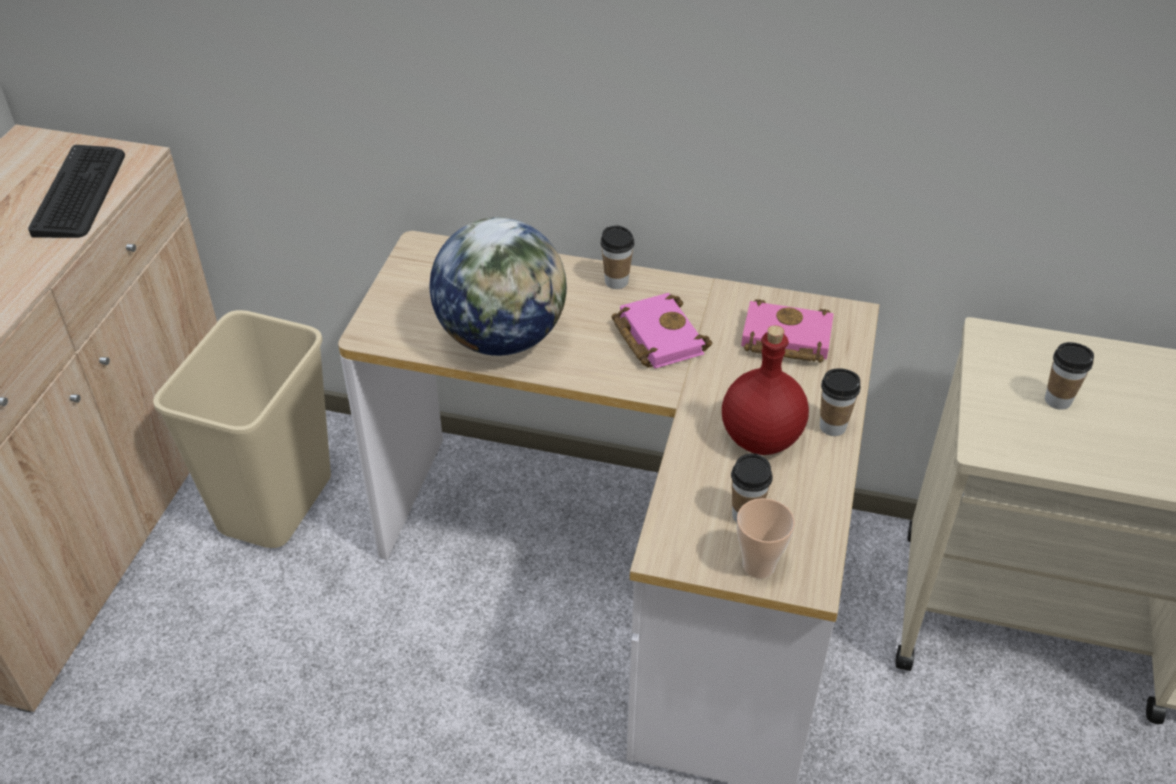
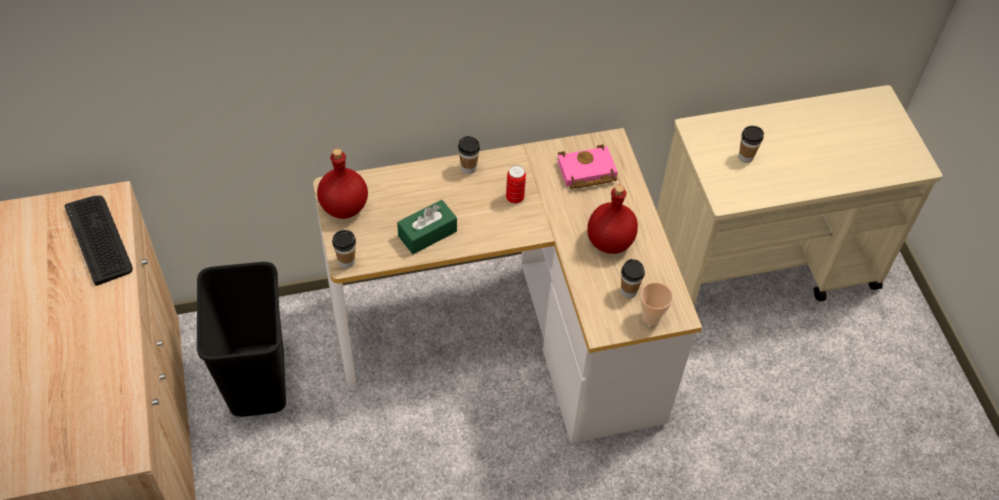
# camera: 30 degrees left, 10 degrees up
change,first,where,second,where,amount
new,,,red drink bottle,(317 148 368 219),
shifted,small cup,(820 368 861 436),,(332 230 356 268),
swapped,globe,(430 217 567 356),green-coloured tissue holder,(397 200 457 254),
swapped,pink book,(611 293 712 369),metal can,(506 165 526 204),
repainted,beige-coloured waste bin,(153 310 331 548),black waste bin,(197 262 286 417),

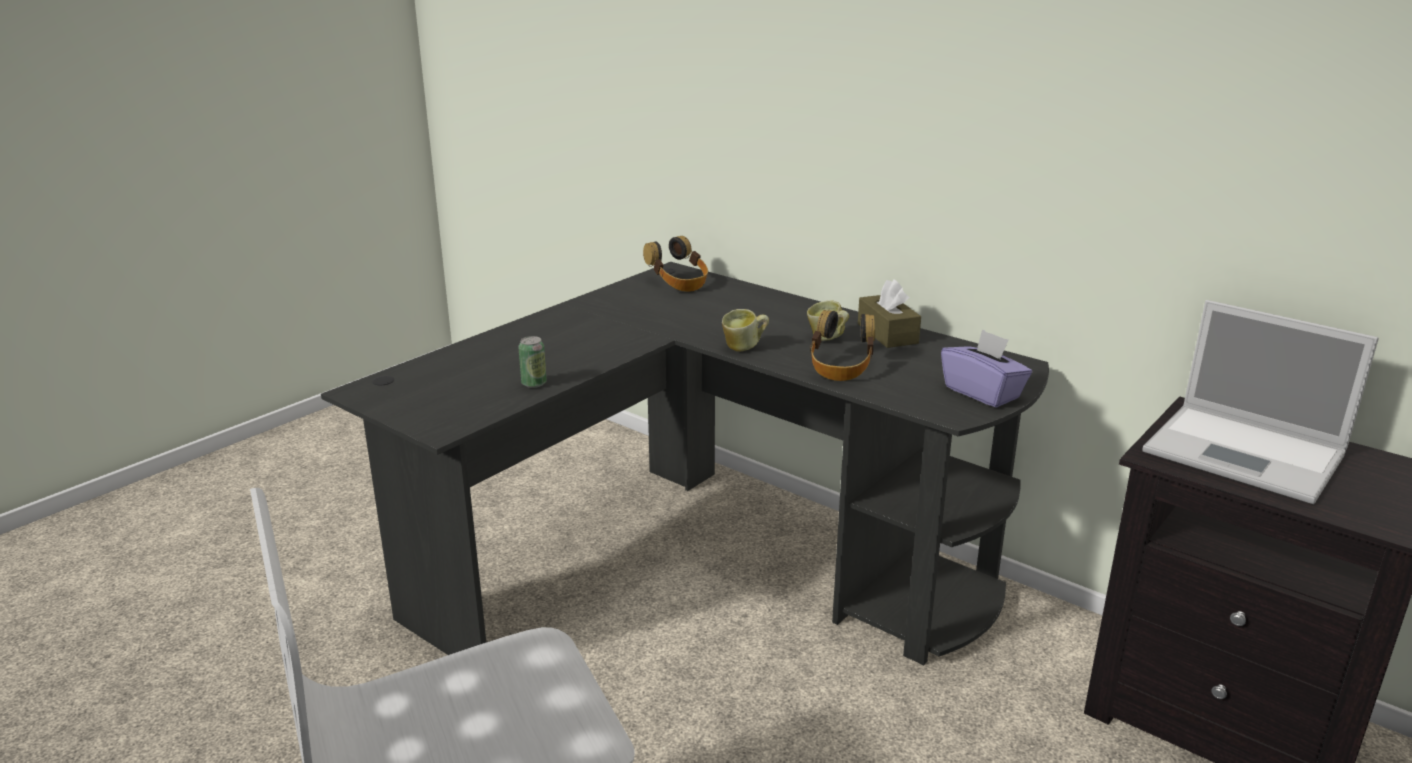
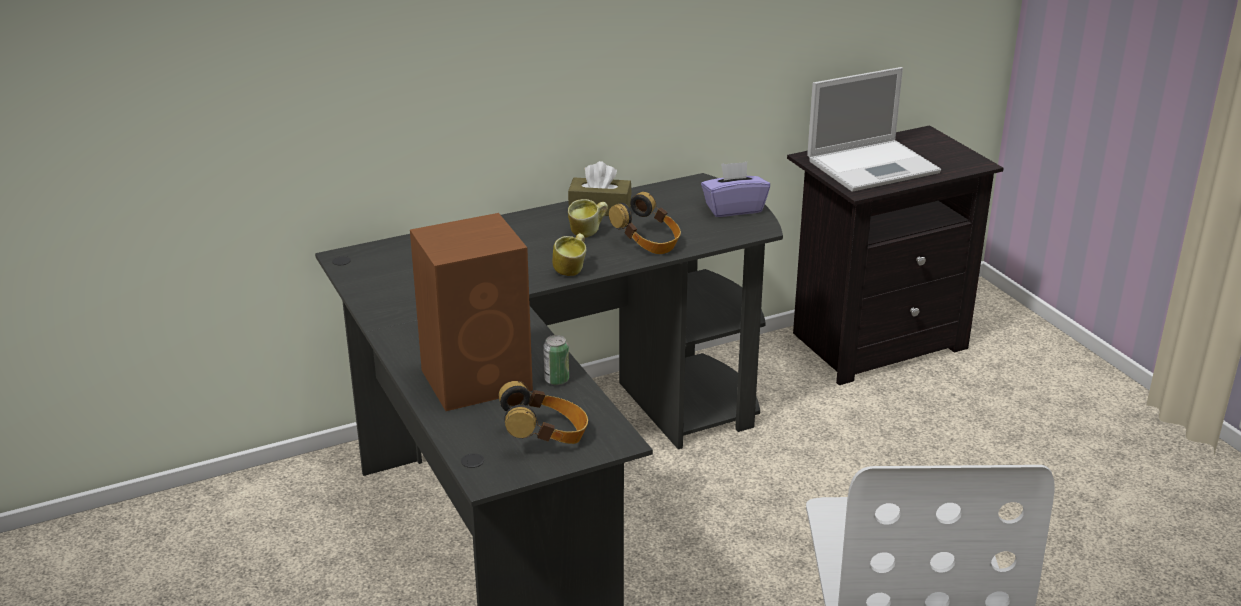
# camera: 65 degrees left, 5 degrees up
change,first,where,second,where,amount
new,,,brown-coloured audio speaker,(410 213 533 411),
shifted,pair of headphones,(643 236 708 292),,(499 381 588 444),

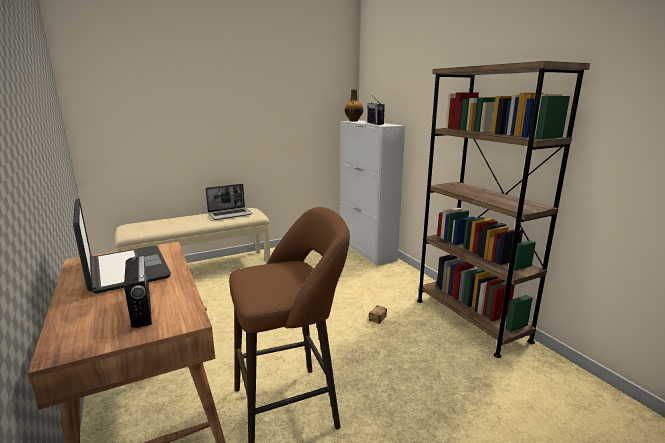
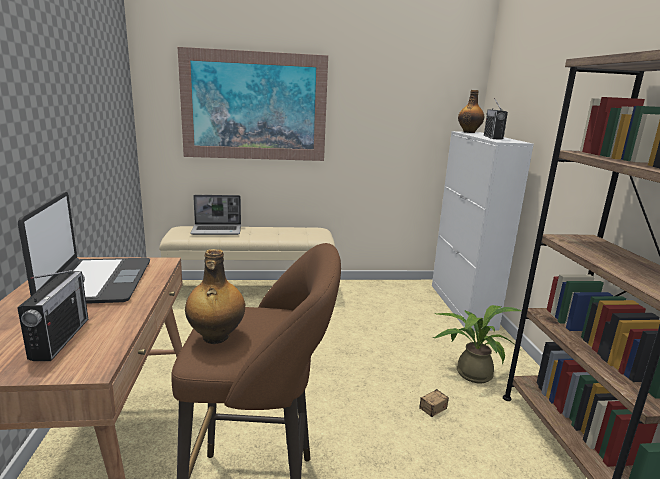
# camera: 20 degrees right, 0 degrees up
change,first,where,second,where,amount
new,,,wall picture,(178 47 328 161),
new,,,drink bottle,(185 249 245 344),
new,,,houseplant,(433 305 521 383),
shifted,notebook computer,(205 184 253 220),,(190 195 241 235),

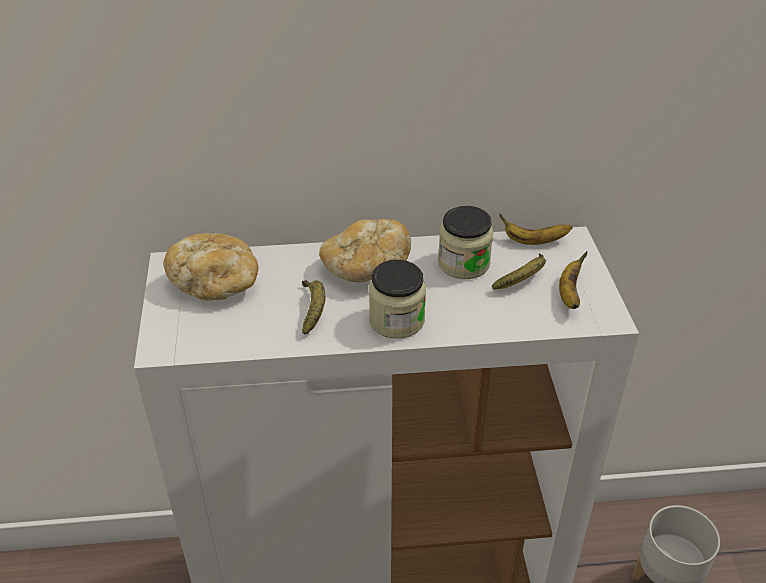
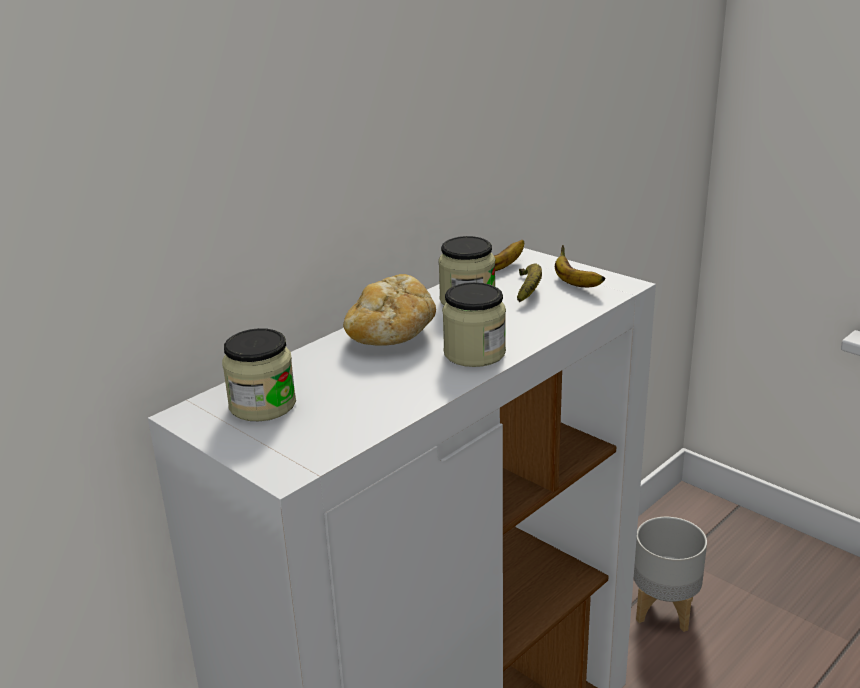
# camera: 40 degrees left, 15 degrees down
change,first,where,second,where,amount
gone,banana,(302 280 325 335),,,
swapped,bread,(163 233 258 300),storage jar,(222 328 296 421),

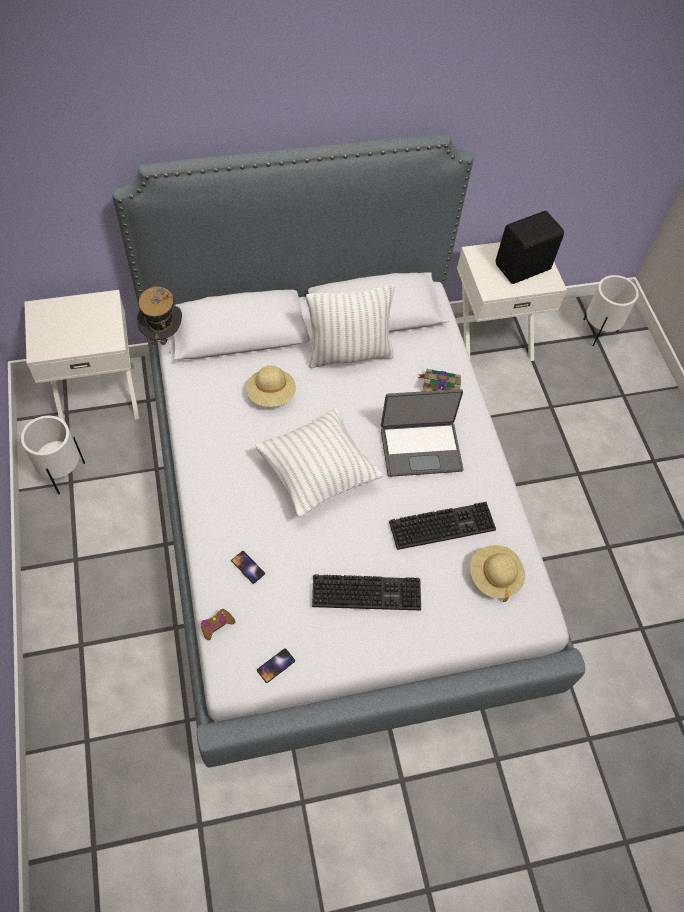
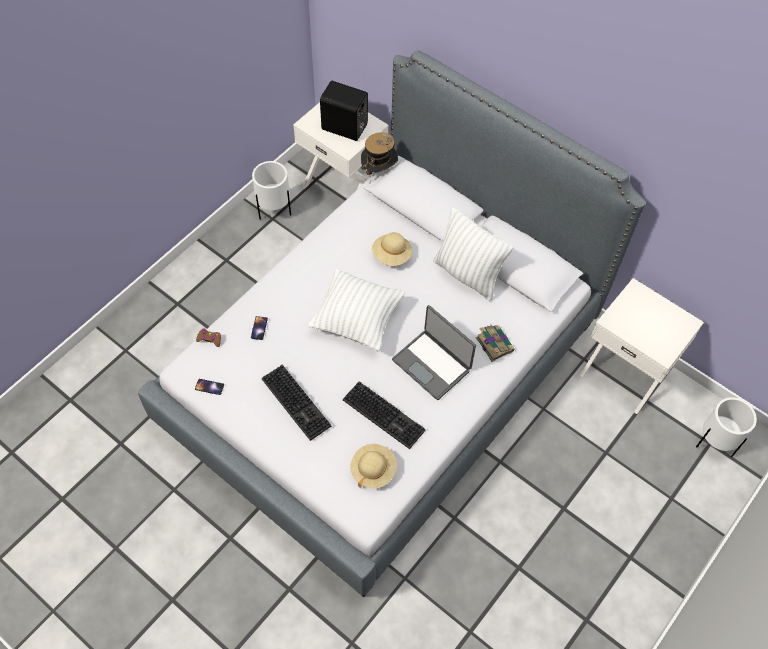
# camera: 55 degrees right, 0 degrees up
change,first,where,second,where,amount
shifted,black audio speaker,(496 211 564 284),,(320 81 368 141),

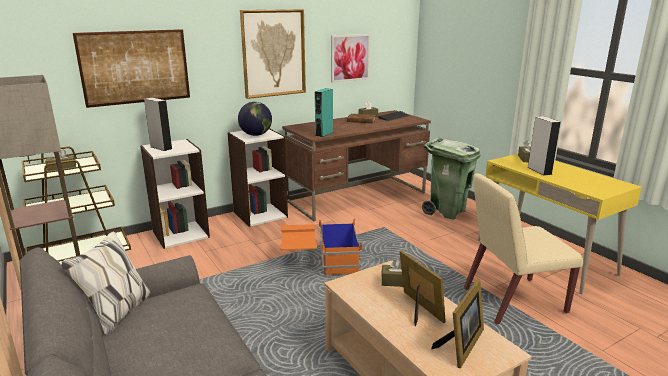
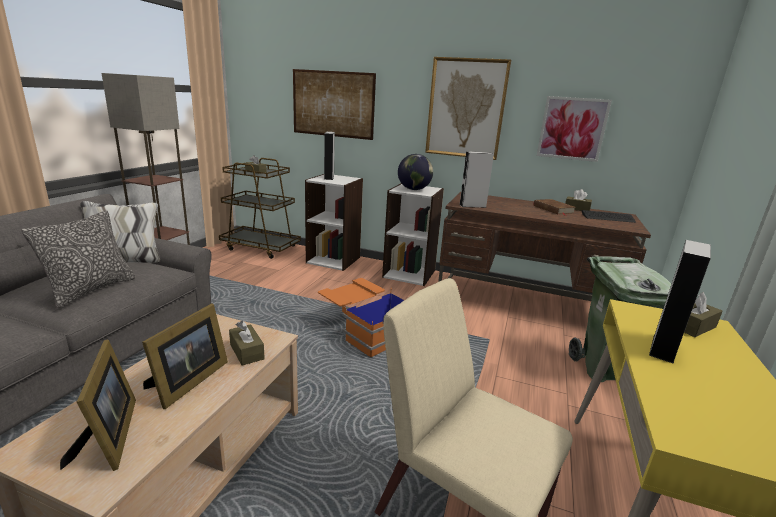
# camera: 50 degrees right, 0 degrees up
change,first,where,second,where,amount
new,,,cushion,(22 211 135 308),
repainted,turquoise-coloured audio speaker,(315 88 333 137),grey audio speaker,(459 151 494 208),
rotated,photo frame,(431 279 484 368),,(60 340 136 471),105 degrees counterclockwise

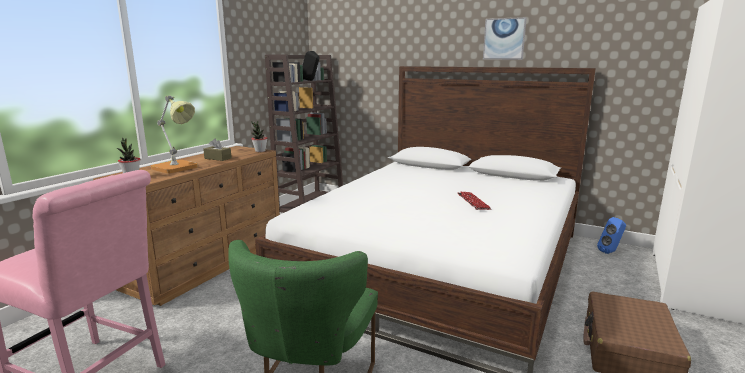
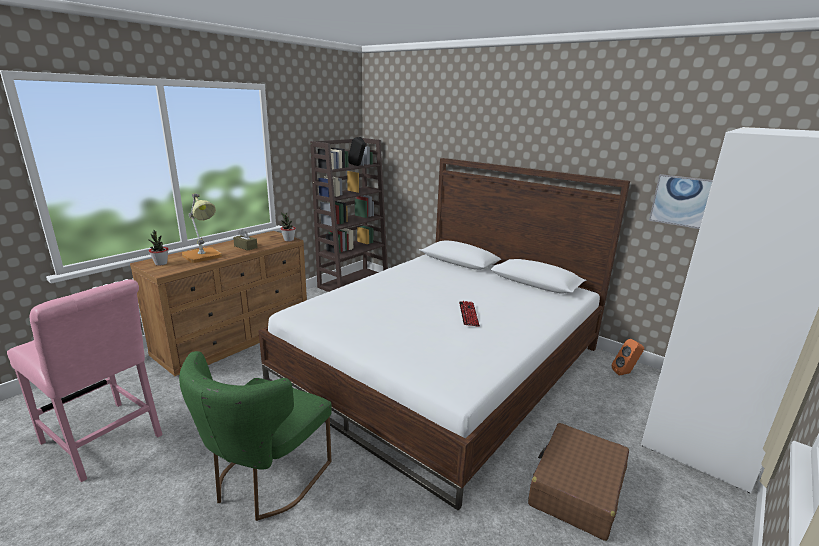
# camera: 10 degrees right, 5 degrees up
change,first,where,second,where,amount
shifted,wall picture,(483 17 527 60),,(649 174 713 229),
repainted,bluish audio speaker,(597 217 626 254),orange audio speaker,(612 339 644 376),

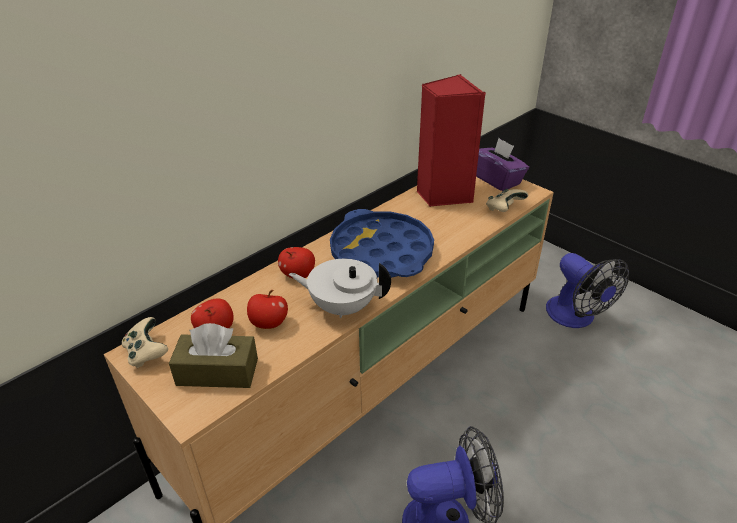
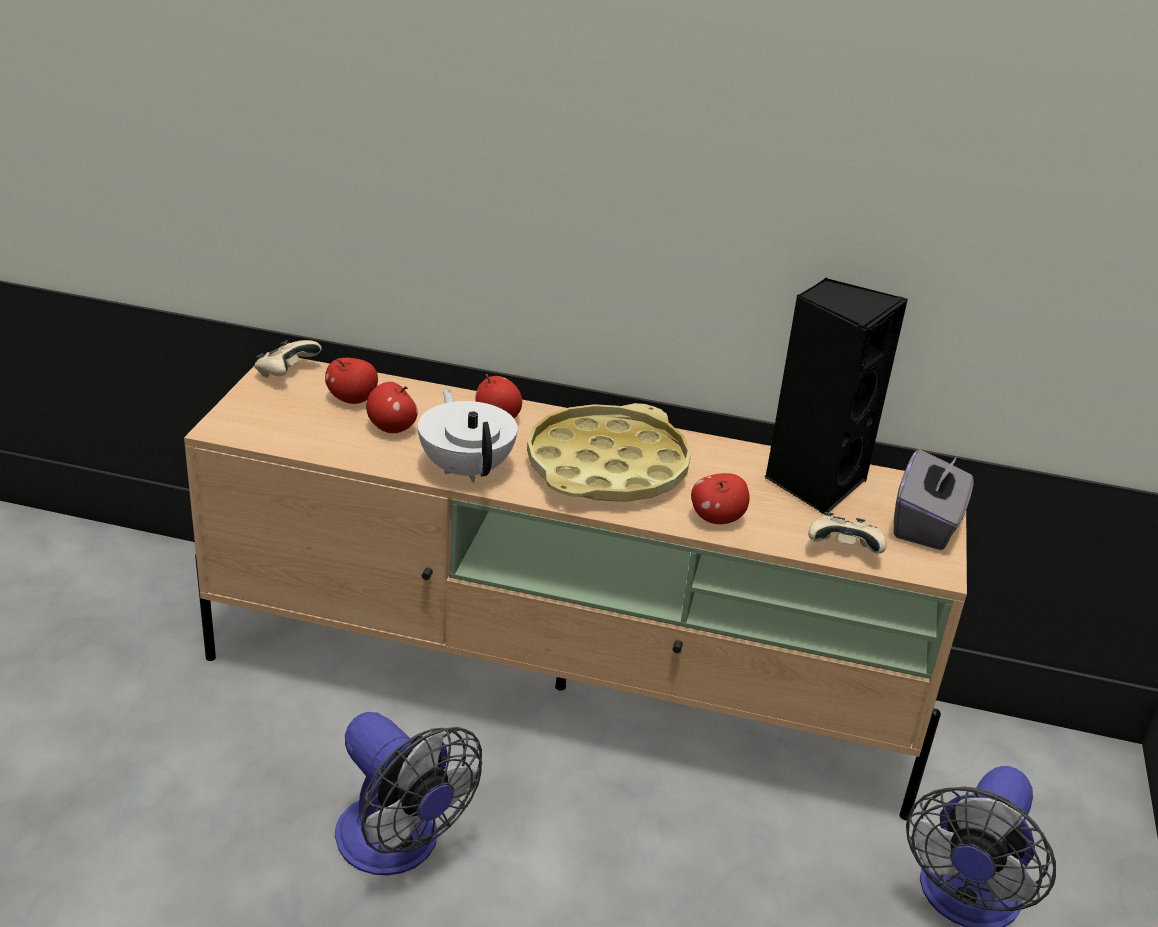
# camera: 55 degrees right, 5 degrees down
change,first,where,second,where,amount
gone,brown-coloured tissue holder,(169 323 258 388),,,
new,,,whole apple,(691 473 750 524),
repainted,bluish carrying tray,(330 209 434 278),yellow carrying tray,(527 403 691 502),
repainted,red audio speaker,(417 74 486 207),black audio speaker,(764 278 908 515),
repainted,purple-coloured tissue holder,(476 138 529 191),grey tissue holder,(894 449 974 550),

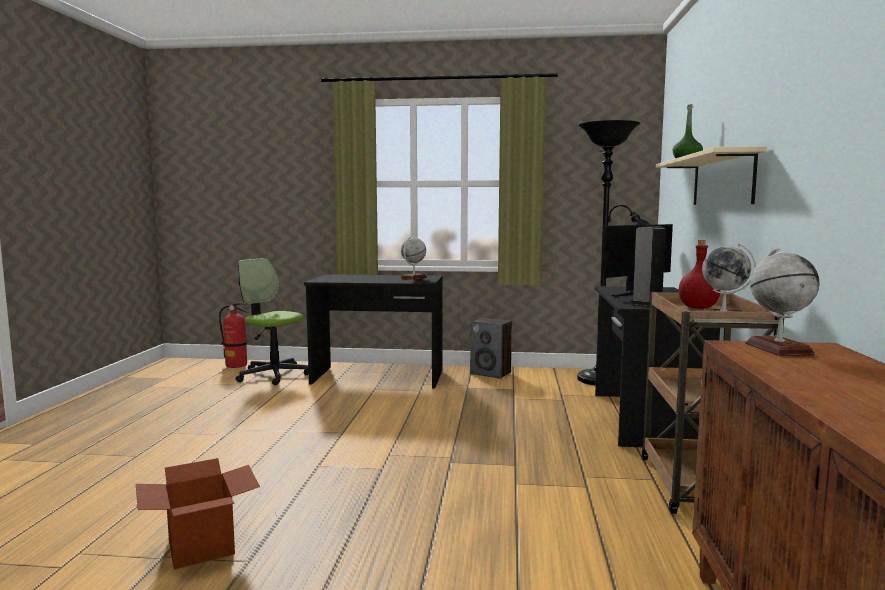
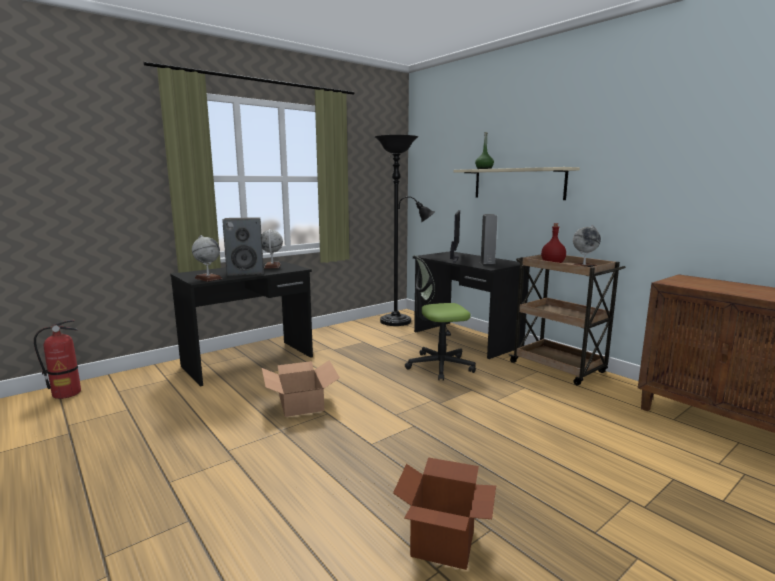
# camera: 45 degrees left, 5 degrees up
change,first,where,second,where,amount
new,,,cardboard box,(262 360 340 417),
shifted,desk chair,(236 258 309 385),,(405 255 476 381),
shifted,audio speaker,(470 318 512 379),,(222 217 264 276),
shifted,globe,(745 248 820 356),,(192 235 223 282),

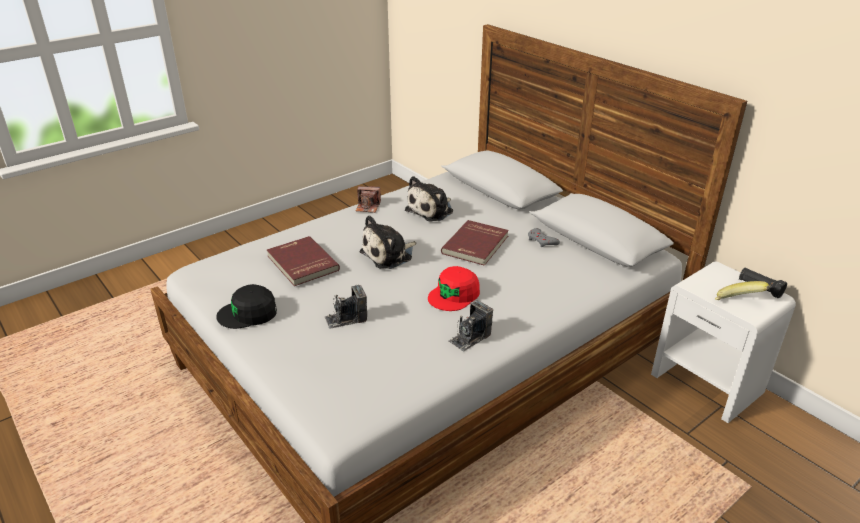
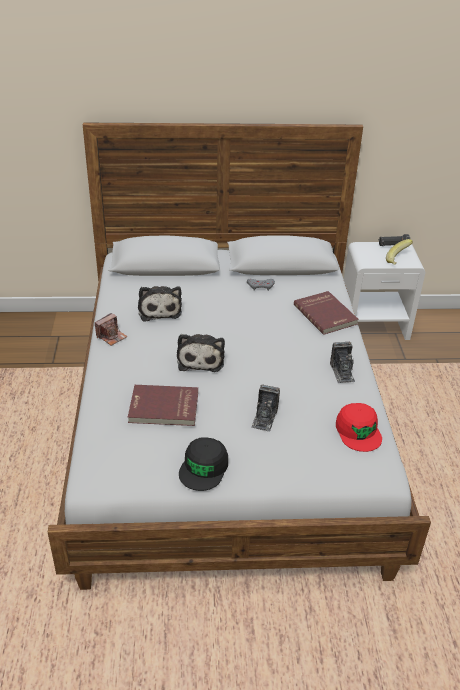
# camera: 55 degrees left, 5 degrees up
change,first,where,second,where,amount
shifted,red cap,(428 266 480 311),,(336 403 382 452),
shifted,red book,(441 220 509 266),,(294 291 359 335),

